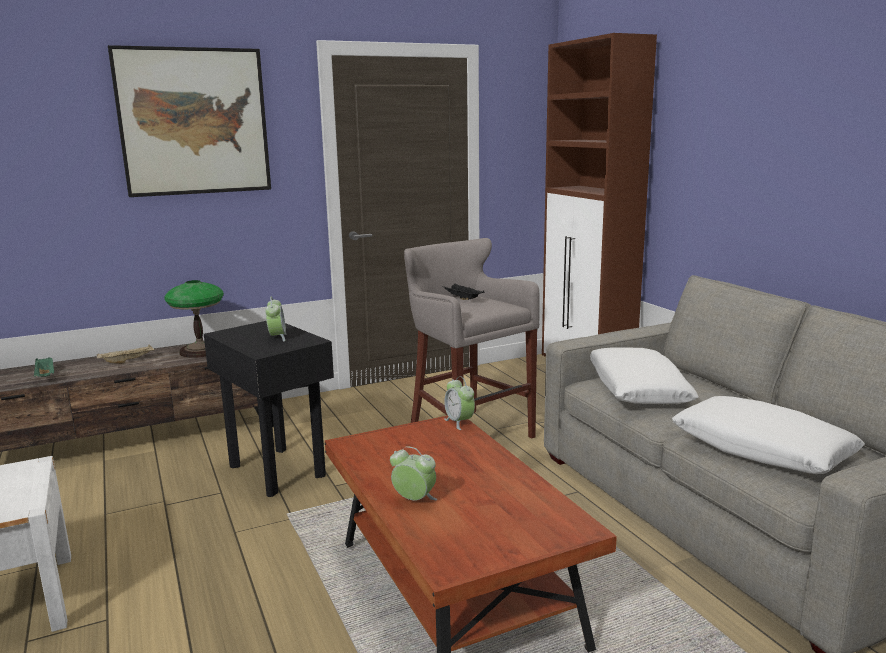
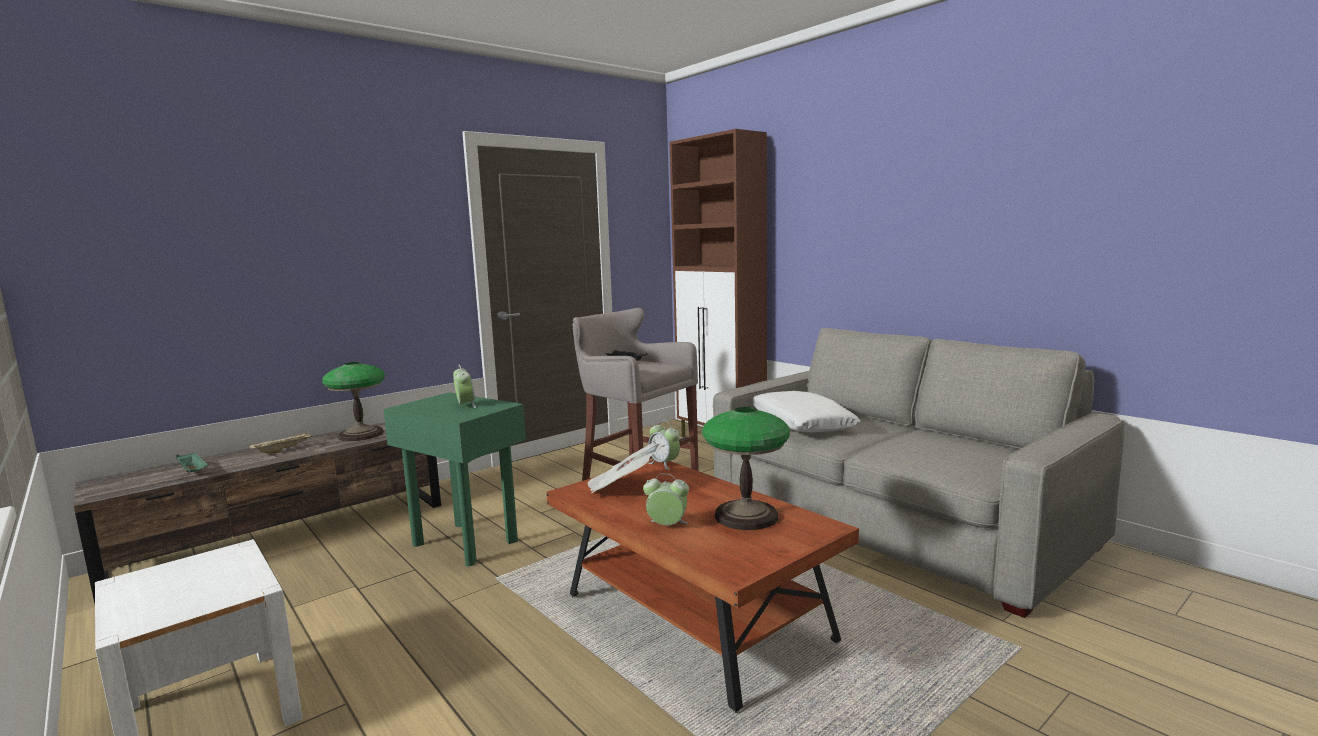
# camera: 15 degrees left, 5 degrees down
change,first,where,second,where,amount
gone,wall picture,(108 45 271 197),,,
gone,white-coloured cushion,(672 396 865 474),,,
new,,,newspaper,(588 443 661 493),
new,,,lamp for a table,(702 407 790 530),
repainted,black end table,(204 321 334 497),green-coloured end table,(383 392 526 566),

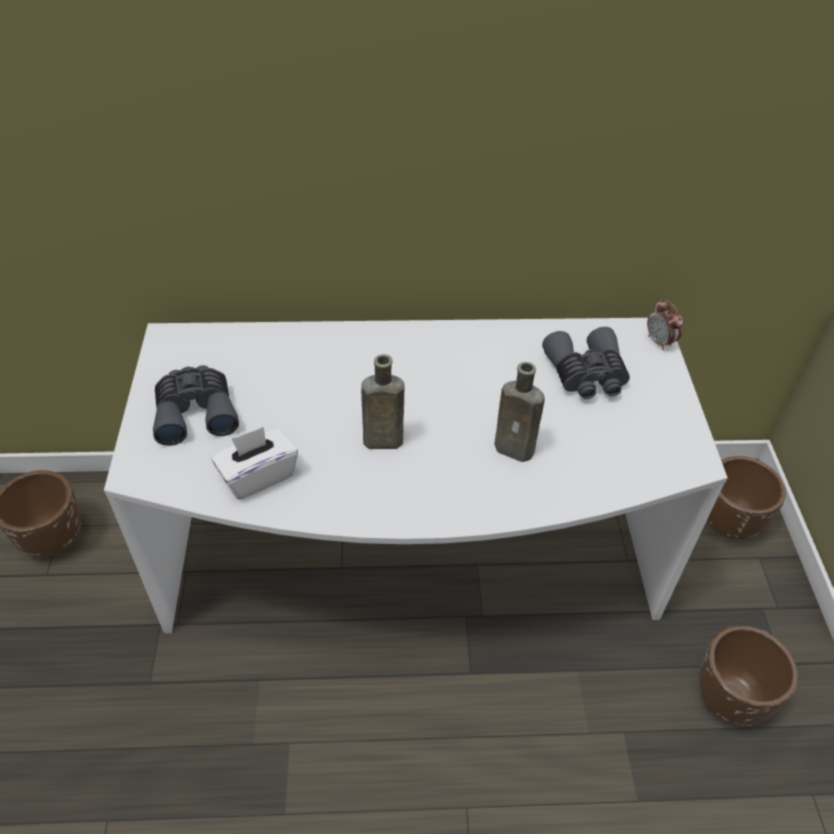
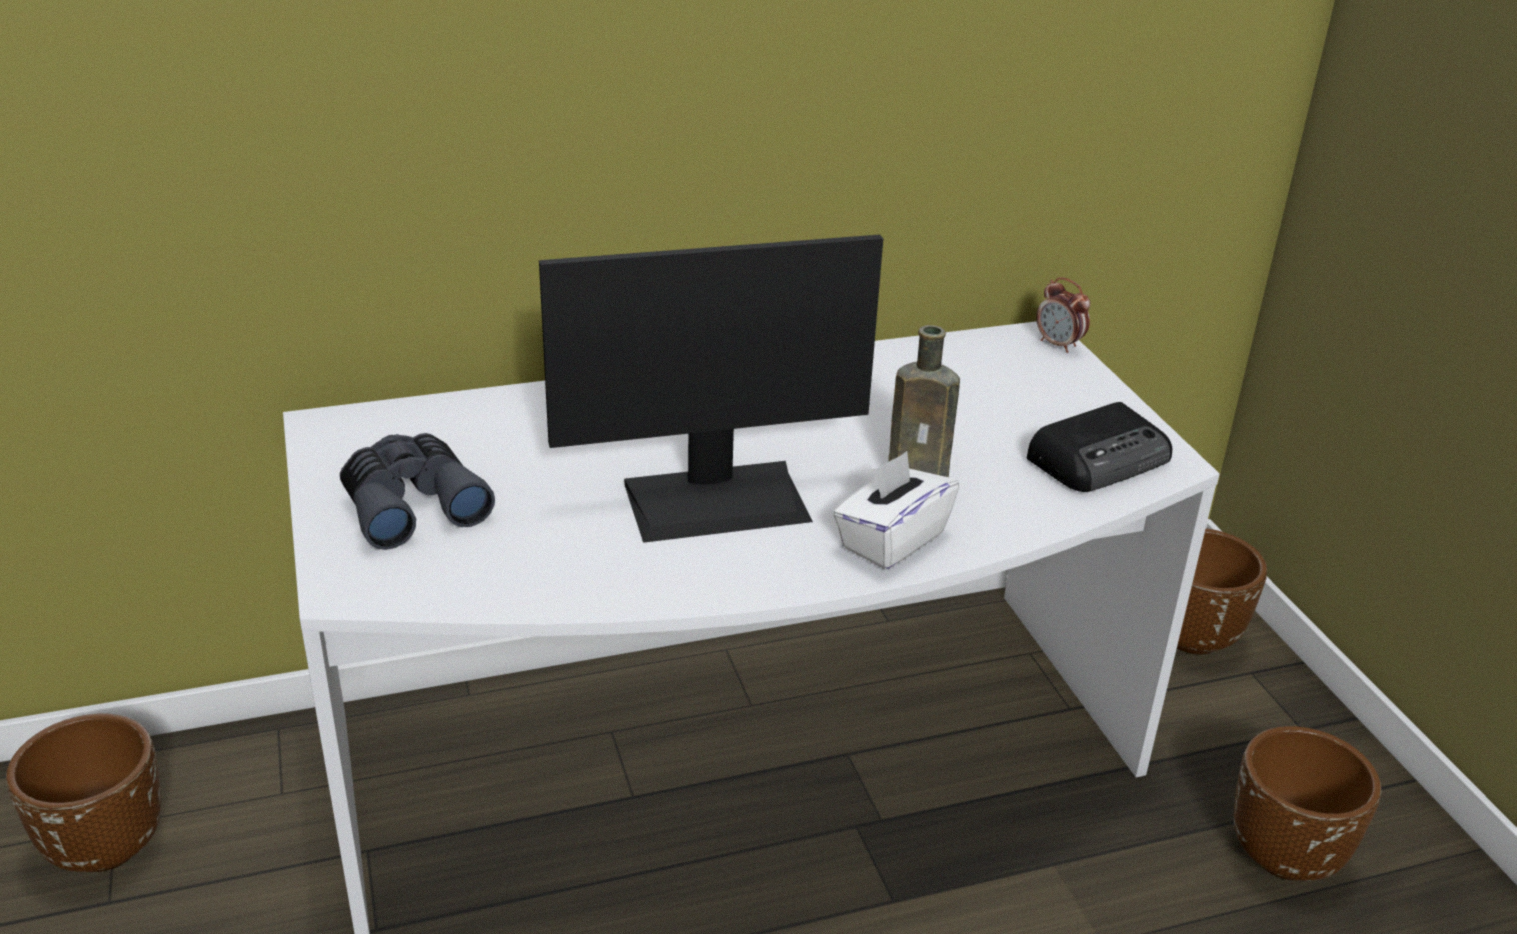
# camera: 15 degrees left, 15 degrees down
change,first,where,second,where,amount
gone,grey pair of binoculars,(542 327 630 399),,,
new,,,radio receiver,(1027 402 1172 492),
shifted,white-coloured tissue holder,(211 427 298 500),,(833 451 959 570),
swapped,brown-coloured drink bottle,(361 354 404 449),monitor,(539 235 883 543),

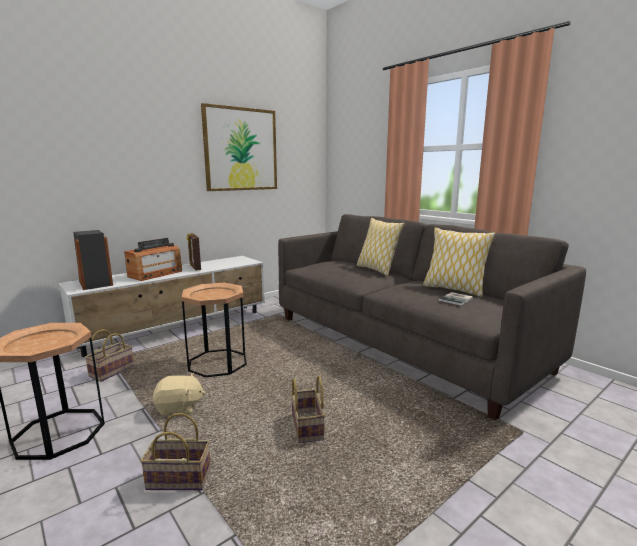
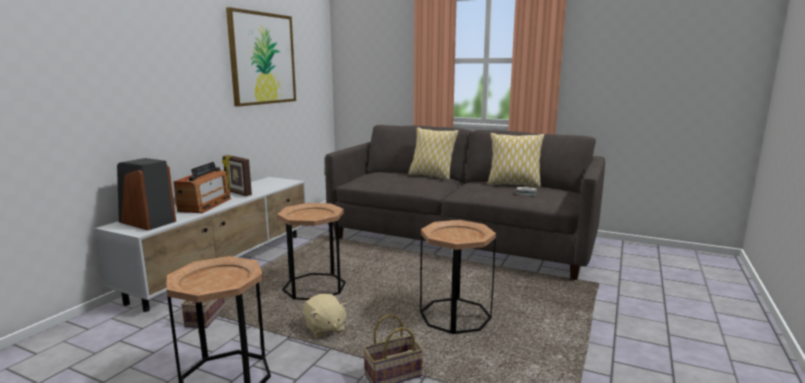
# camera: 25 degrees left, 0 degrees up
change,first,where,second,where,amount
swapped,household basket,(291 375 325 443),brown-coloured end table,(420 220 496 334),
rotated,beige-coloured plush toy,(153 373 205 416),,(303 294 348 339),90 degrees clockwise

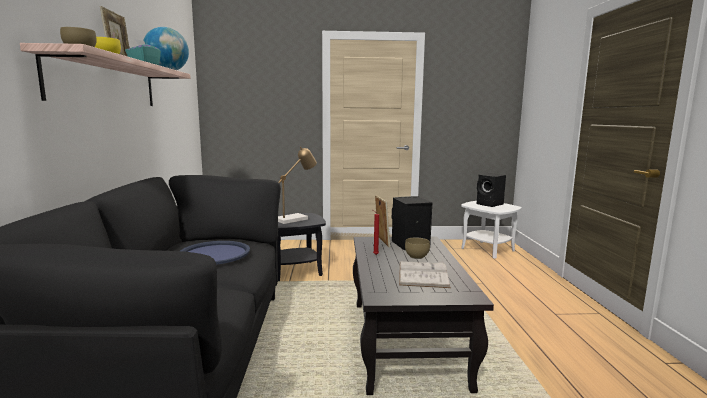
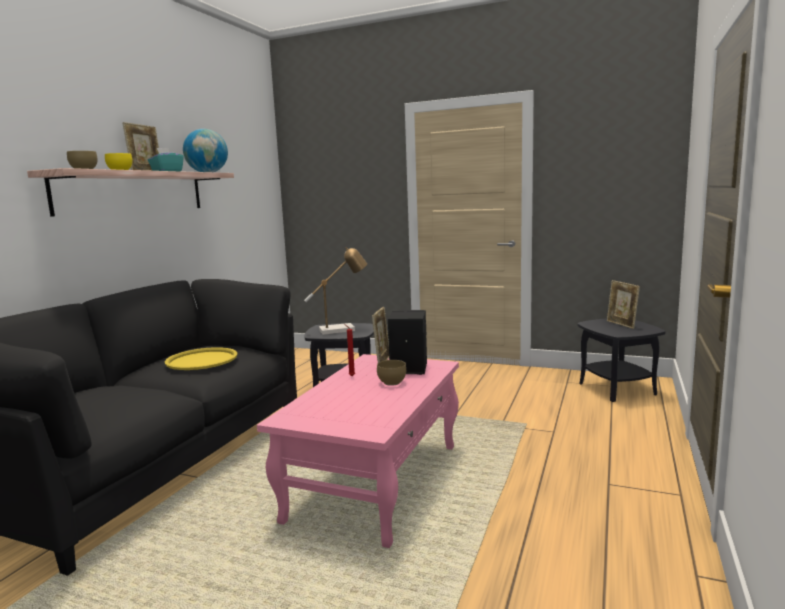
# camera: 25 degrees right, 0 degrees up
change,first,where,second,where,amount
gone,white-coloured book,(399 261 451 288),,,
swapped,black audio speaker,(477 173 506 207),photo frame,(607 280 640 329),
repainted,bluish carrying tray,(180 241 250 265),yellow carrying tray,(165 347 238 370),
repainted,black low table,(353 237 494 395),pink low table,(257 354 459 548),
repainted,white-coloured end table,(461 201 522 259),black end table,(577 318 666 402),

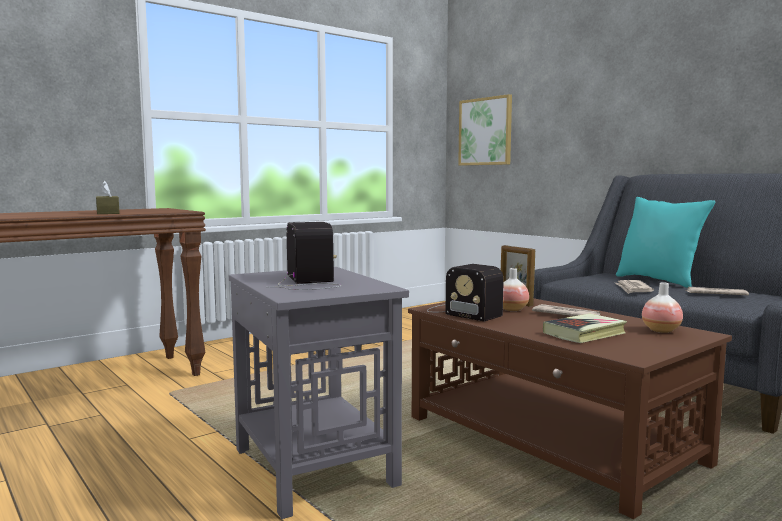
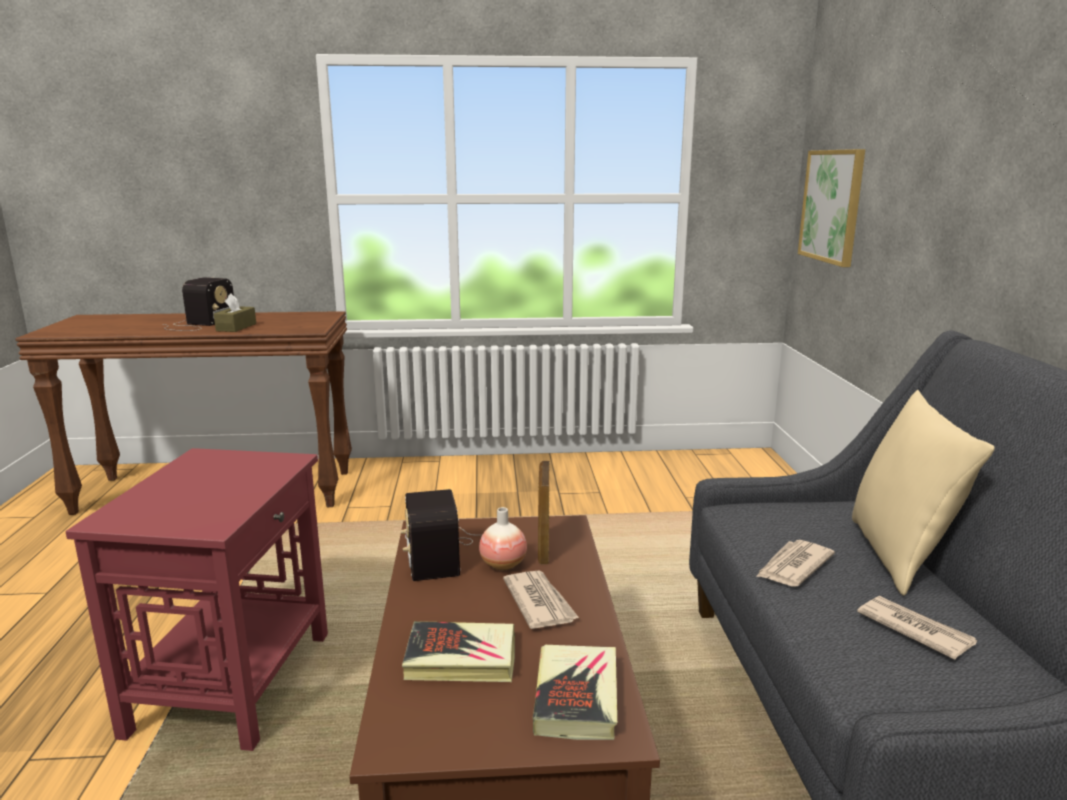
# camera: 35 degrees right, 10 degrees up
change,first,where,second,where,amount
shifted,radio receiver,(273 222 341 290),,(162 277 234 331),
swapped,flower vase,(642 282 683 333),book,(533 645 617 740),
repainted,grey end table,(229 267 409 519),red end table,(65 448 328 751),
repainted,turquoise-coloured cushion,(616 197 715 288),beige-coloured cushion,(852 390 995 596),

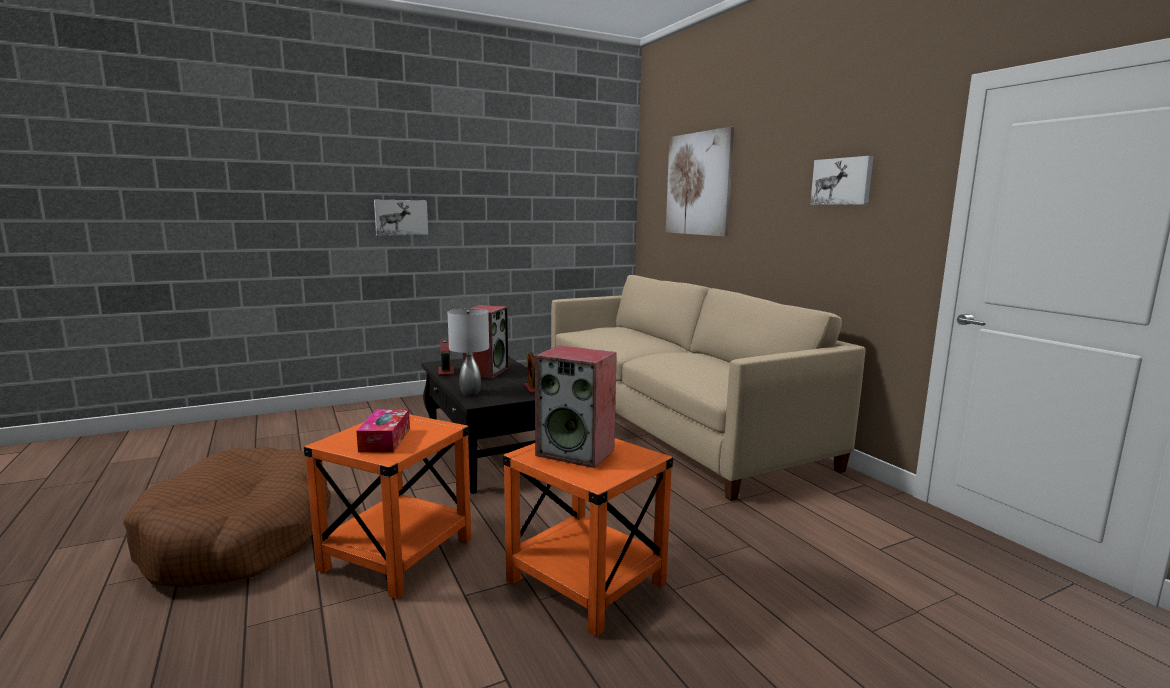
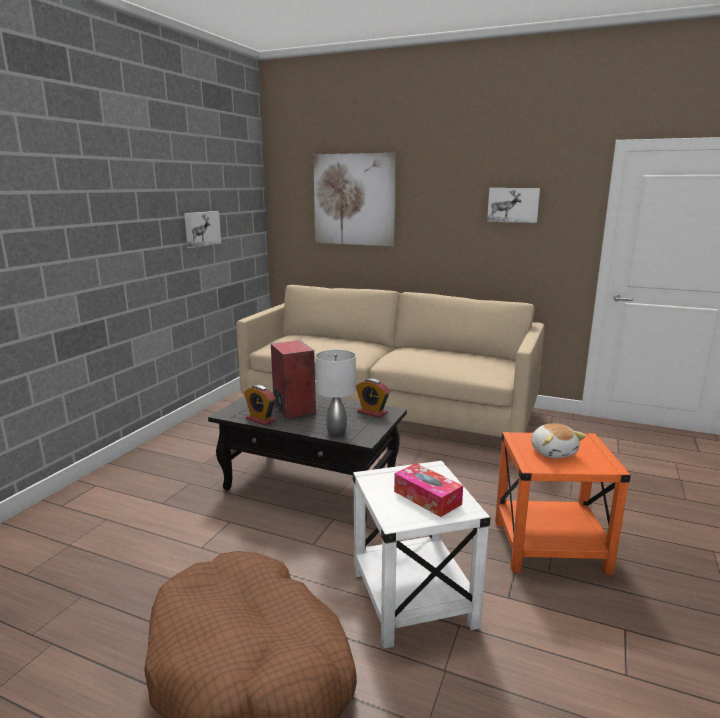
# camera: 40 degrees left, 5 degrees up
change,first,where,second,where,amount
shifted,wall picture,(374 200 428 235),,(184 211 221 248),
swapped,audio speaker,(535 345 617 468),plush toy,(531 423 586 458),
repainted,orange end table,(304 414 471 599),white-coloured end table,(352 461 491 649),

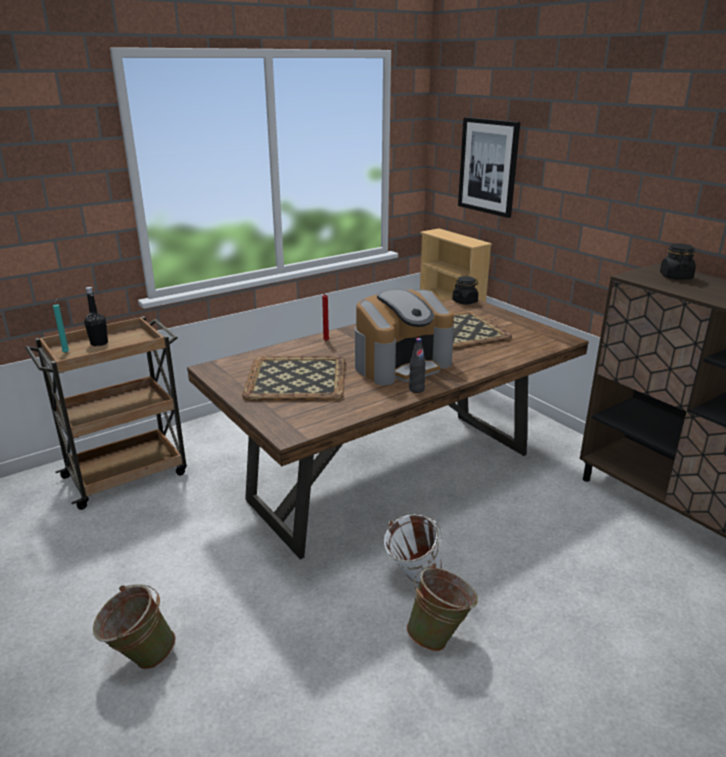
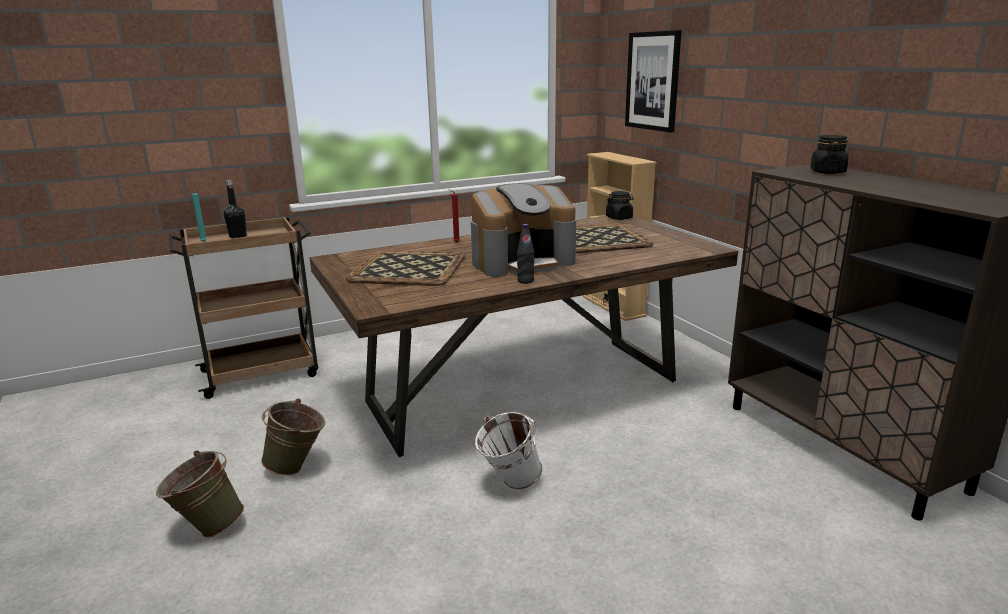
# camera: 10 degrees right, 5 degrees down
change,first,where,second,where,amount
shifted,green-coloured water bucket,(406 563 478 652),,(261 399 325 476),

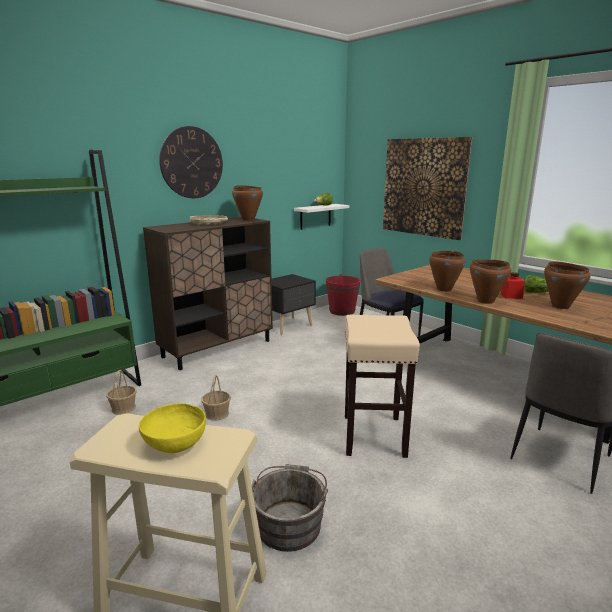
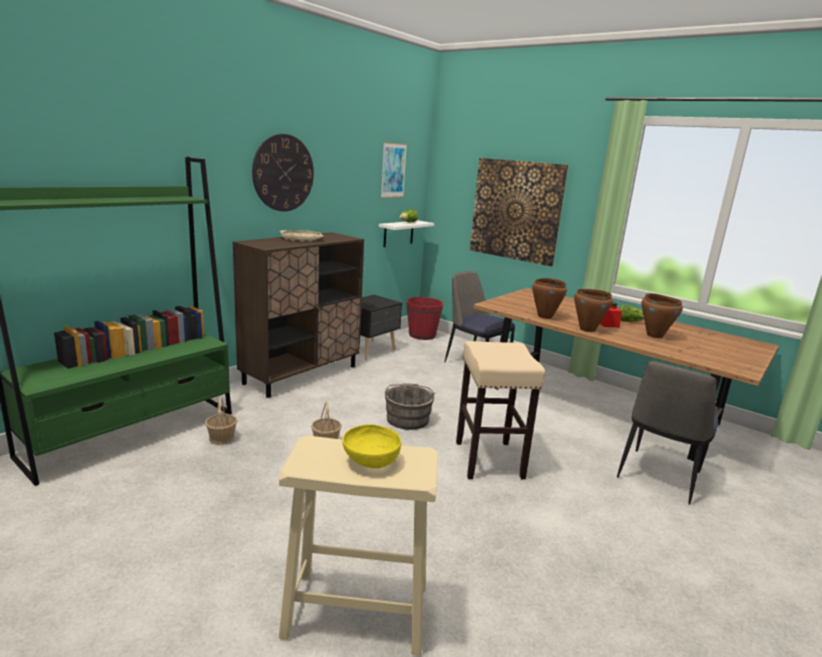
# camera: 10 degrees left, 0 degrees up
change,first,where,second,where,amount
gone,brown-coloured stockpot,(232 185 263 221),,,
new,,,wall picture,(381 142 407 198),
shifted,grey water bucket,(251 464 328 552),,(385 383 435 430),

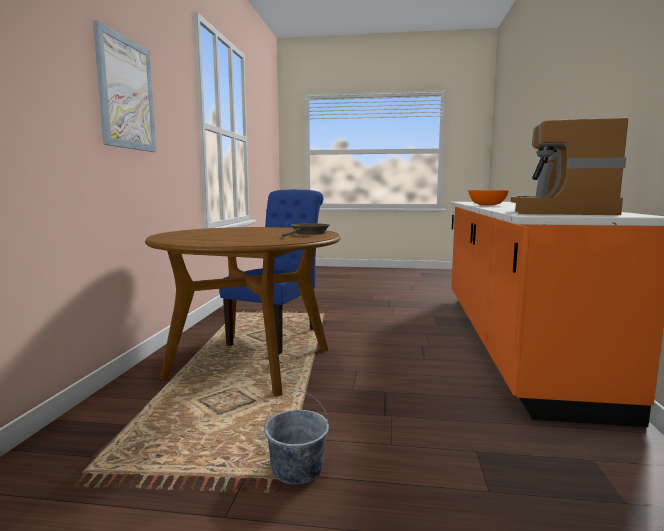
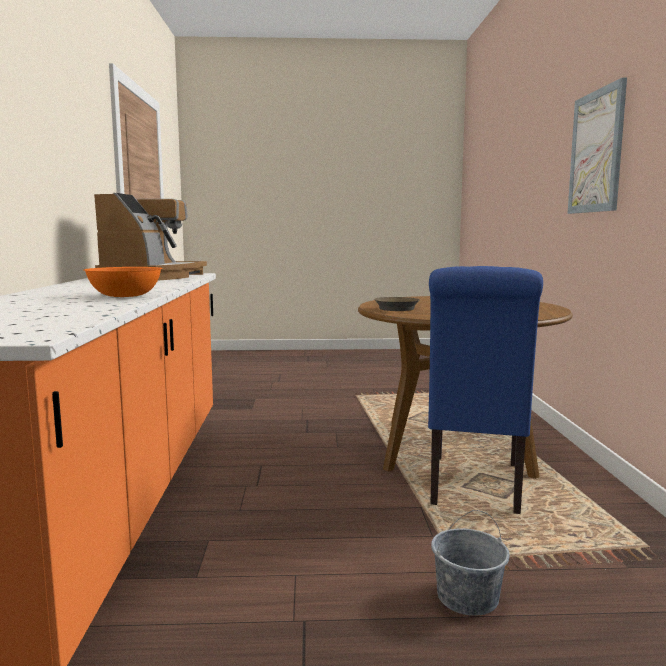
# camera: 170 degrees right, 0 degrees up
change,first,where,second,where,amount
shifted,grey water bucket,(264 391 329 485),,(431 510 510 616),

